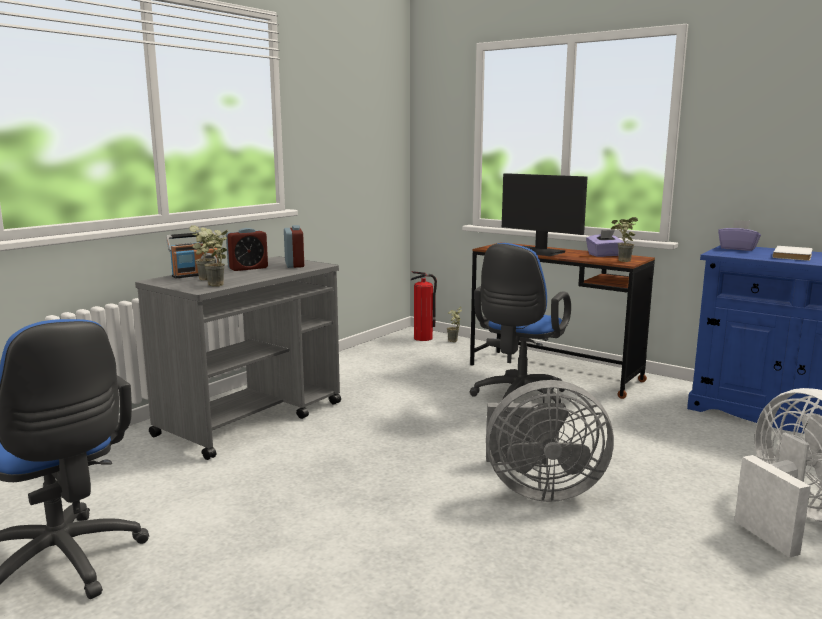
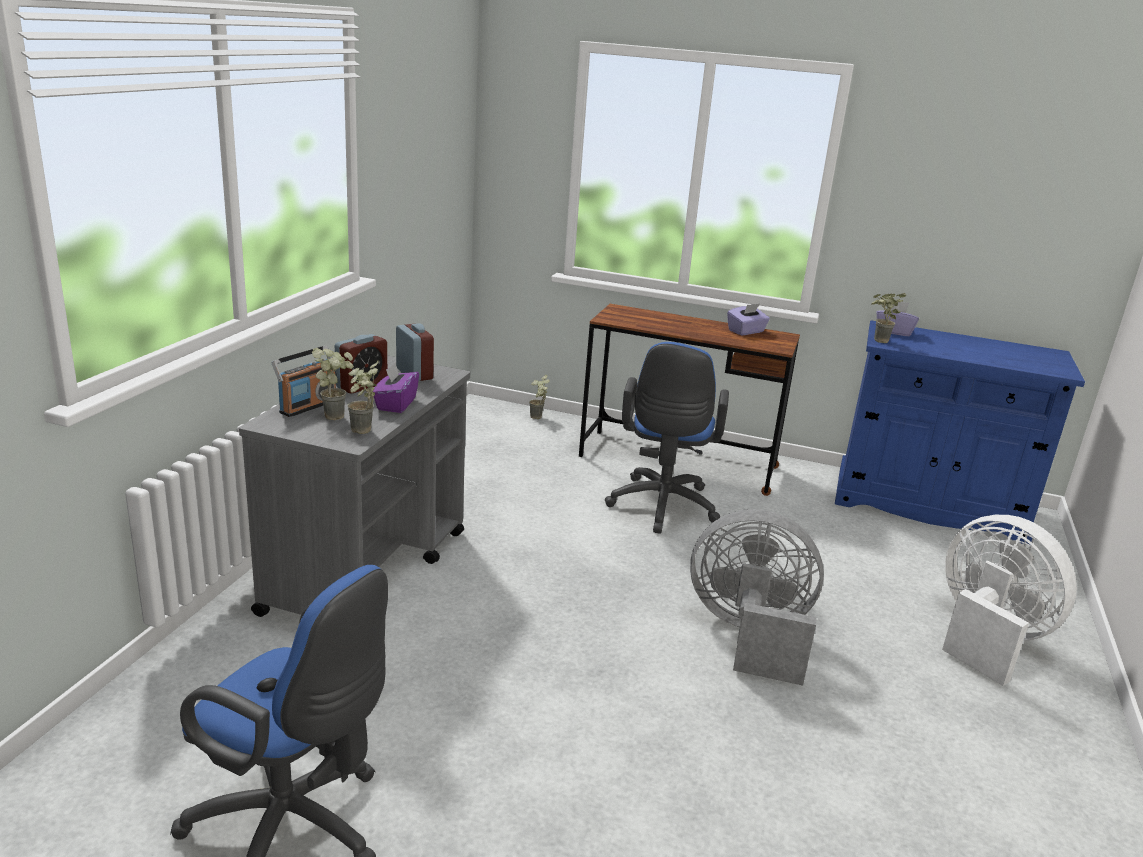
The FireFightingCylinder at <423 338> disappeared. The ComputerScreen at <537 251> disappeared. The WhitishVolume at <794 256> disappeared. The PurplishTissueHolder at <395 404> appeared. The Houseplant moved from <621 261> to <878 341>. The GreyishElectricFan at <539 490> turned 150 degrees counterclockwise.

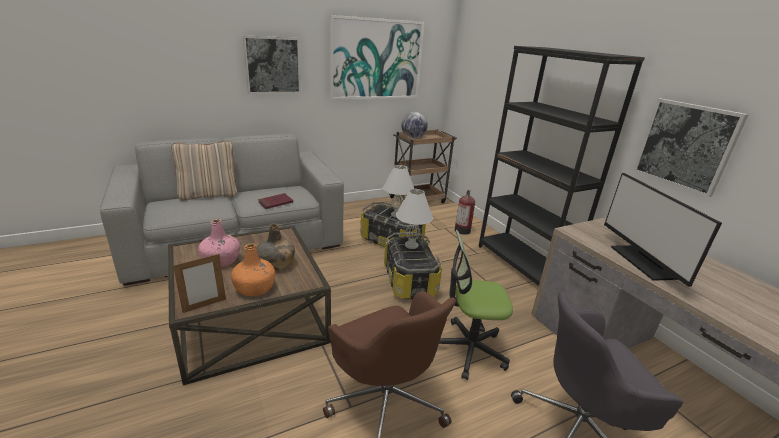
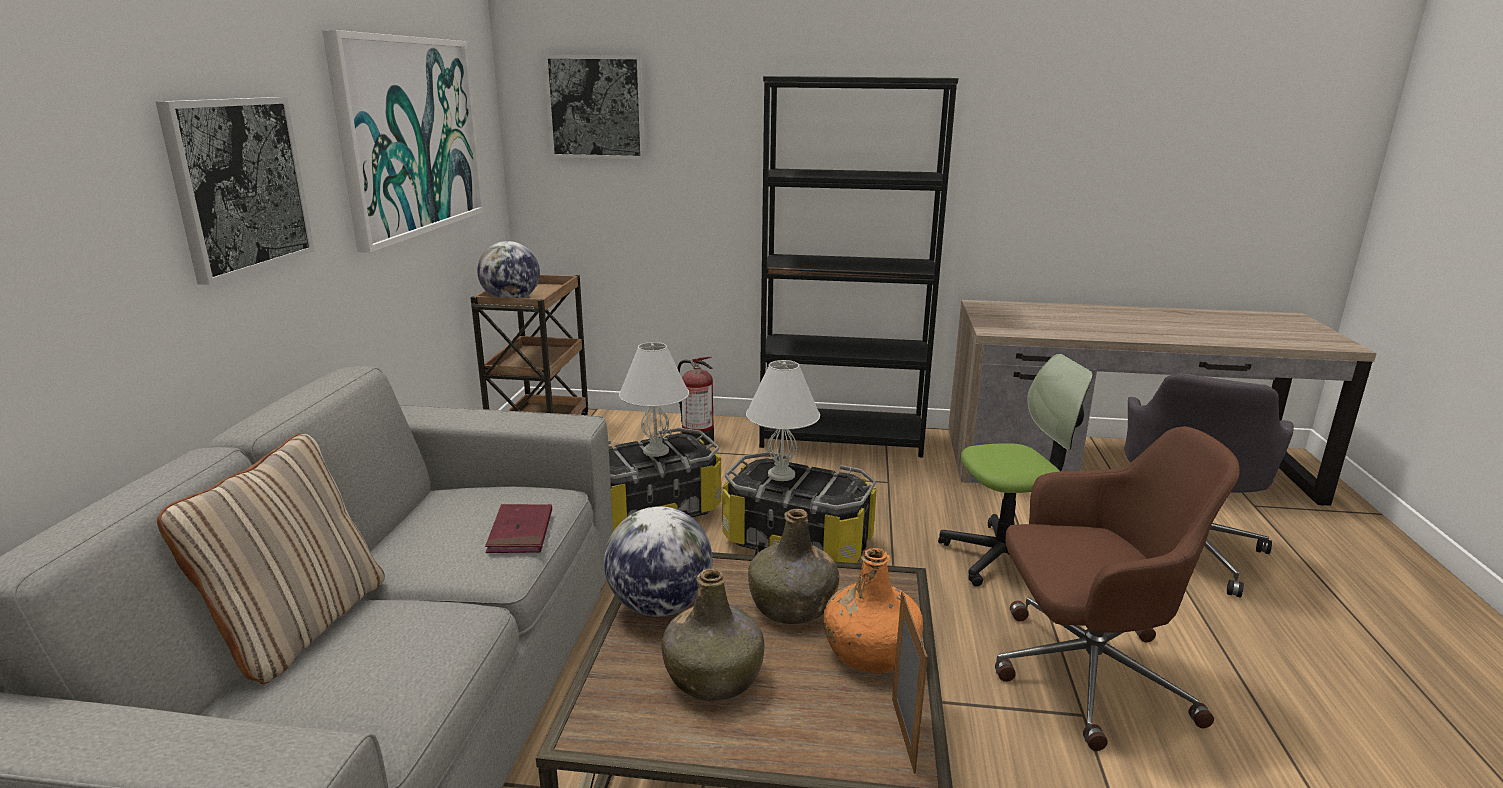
The ComputerScreen at <645 262> disappeared. The DeskGlobe at <659 606> appeared. The WallPicture moved from <685 145> to <596 107>. The PinkColouredBeverageBottle at <221 260> became the GreenColouredBeverageBottle at <714 676>. The ComputerChair at <468 349> turned 135 degrees counterclockwise.

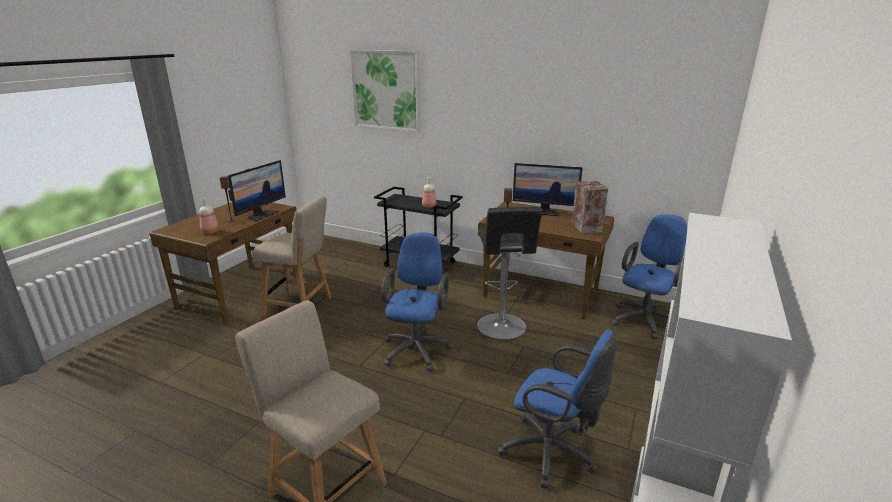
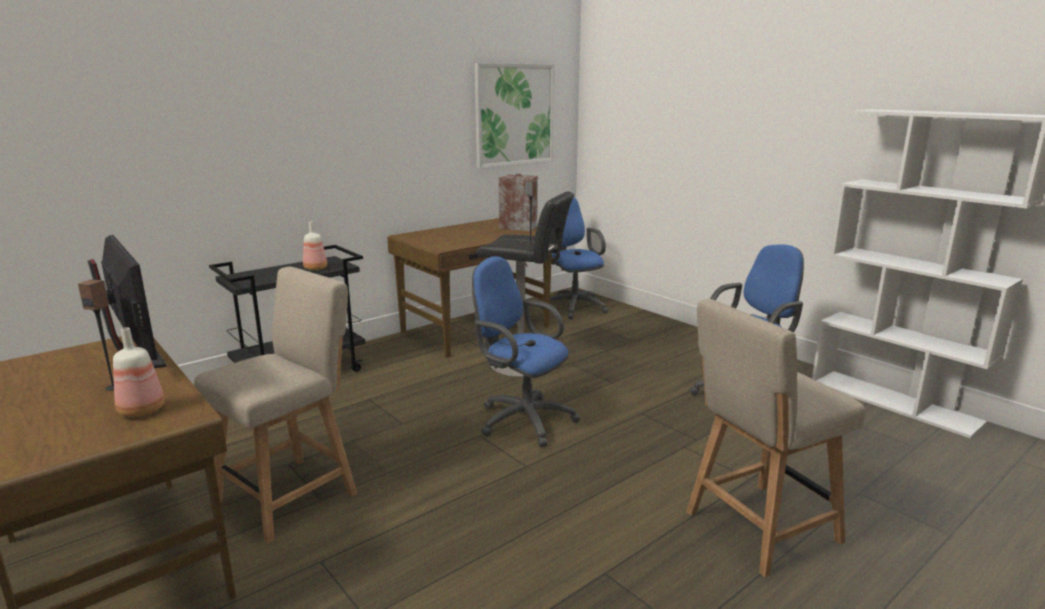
The ComputerScreen at <544 212> disappeared. The WallPicture moved from <386 90> to <514 115>.

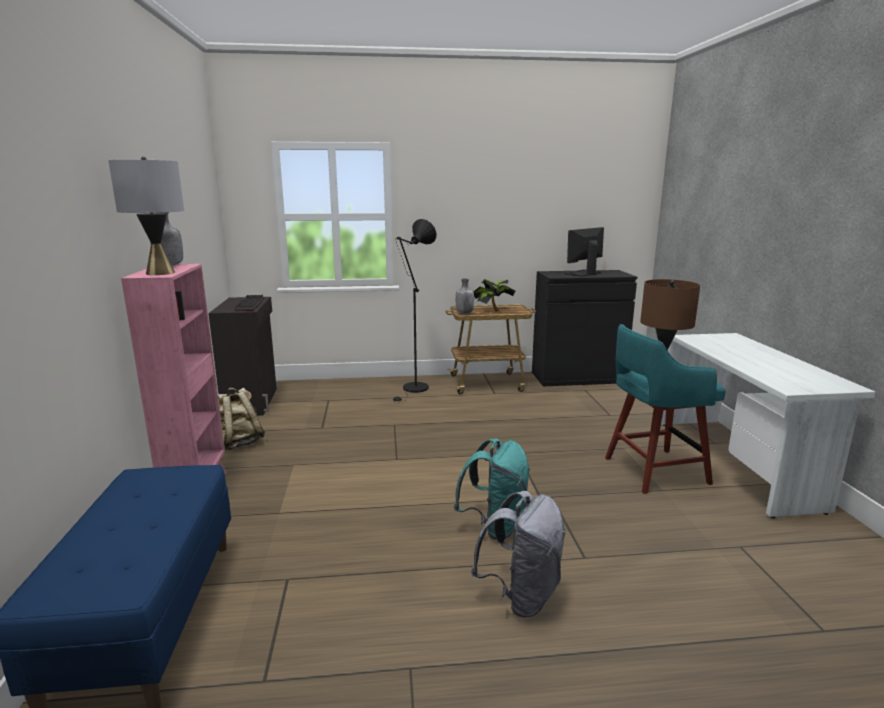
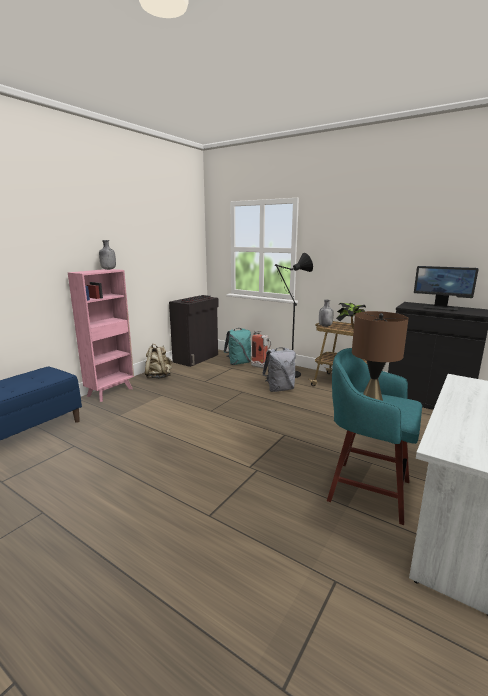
The GreyishLampForATable at <160 273> disappeared. The FireFightingCylinder at <262 367> appeared. The TurquoiseColouredRucksack moved from <495 526> to <238 363>. The GreyishRucksack moved from <521 596> to <279 389>. The ComputerScreen at <583 273> turned 150 degrees counterclockwise.

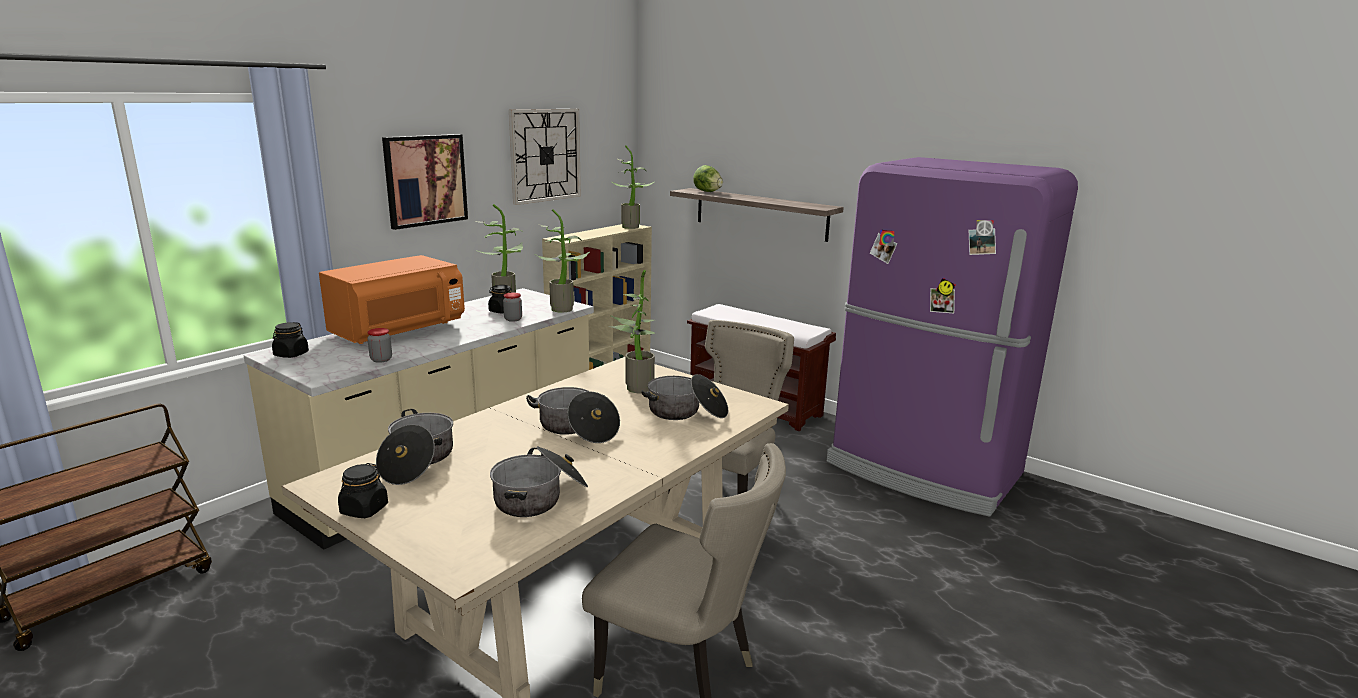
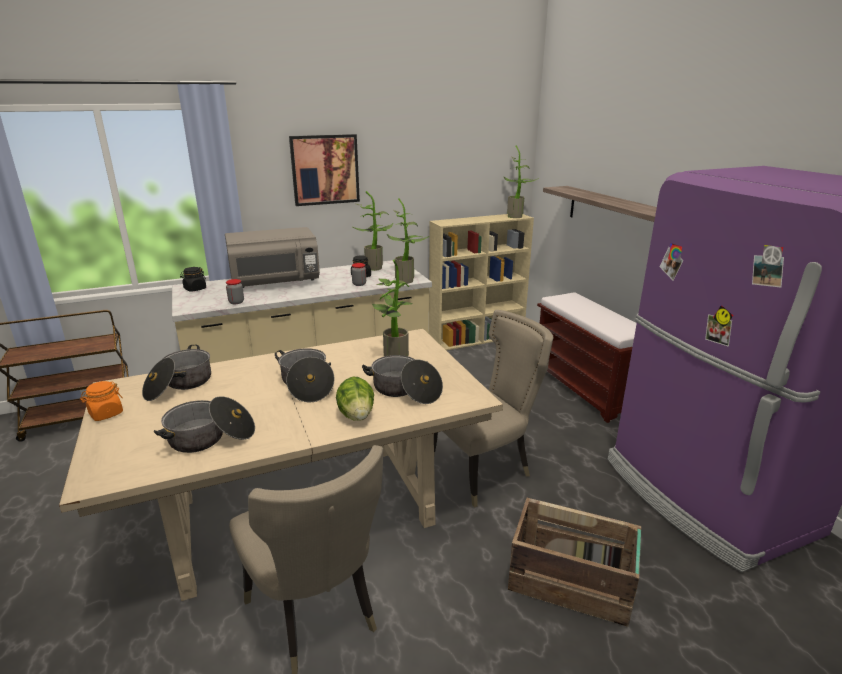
The WallClock at <545 155> disappeared. The PackingCrate at <572 582> appeared. The HeadOfLettuce moved from <707 191> to <356 415>. The OrangeyKitchenMicrowave at <398 331> became the GreyishKitchenMicrowave at <275 282>. The BlackishJar at <364 510> became the OrangeyJar at <106 414>.

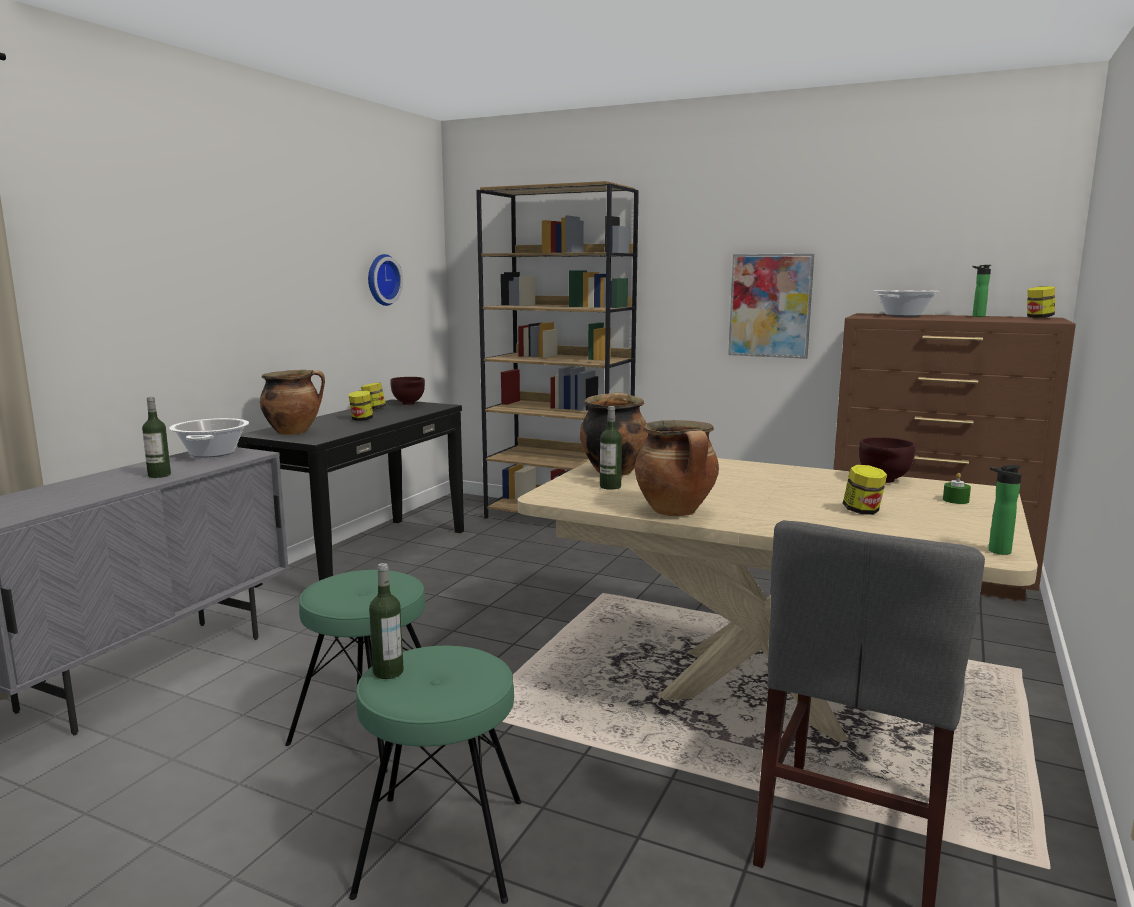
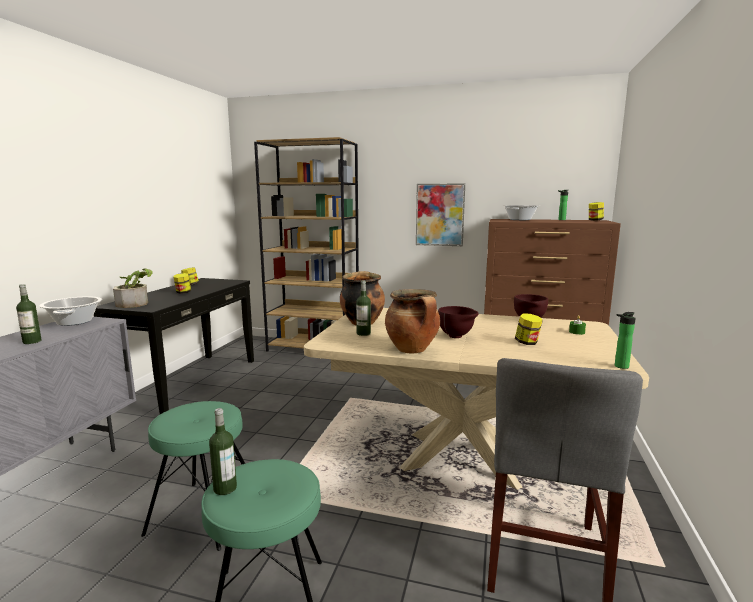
The WallClock at <381 280> disappeared. The BrownServingBowl moved from <409 404> to <457 337>. The CookingPot at <294 432> was replaced by the Houseplant at <135 303>.

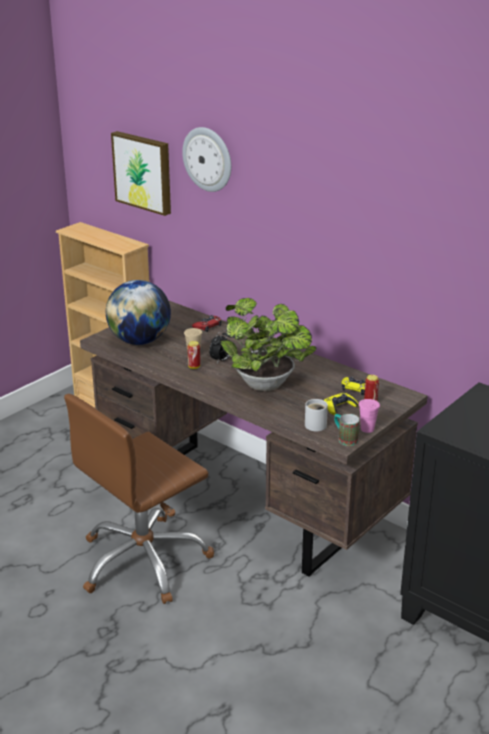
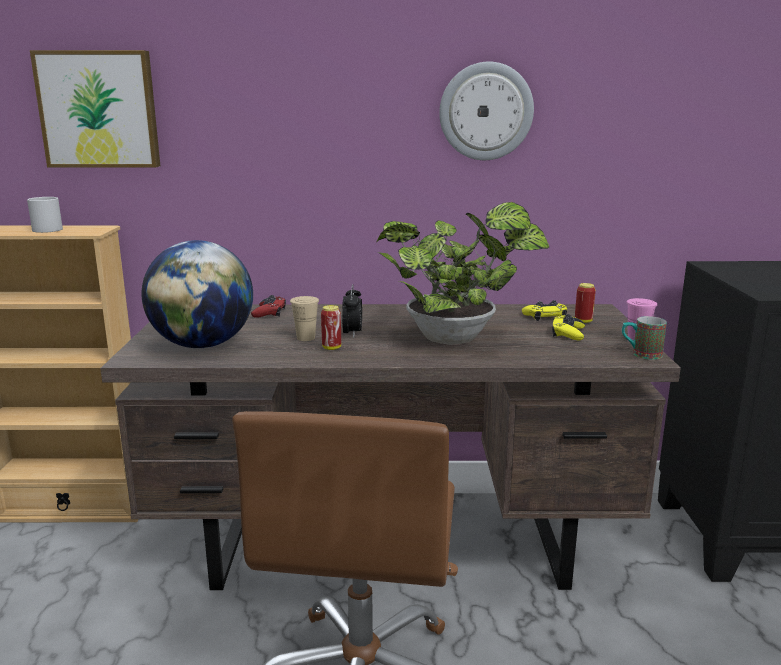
The WallClock moved from <208 159> to <486 112>. The WhitishCoffeeMug moved from <316 424> to <48 229>.

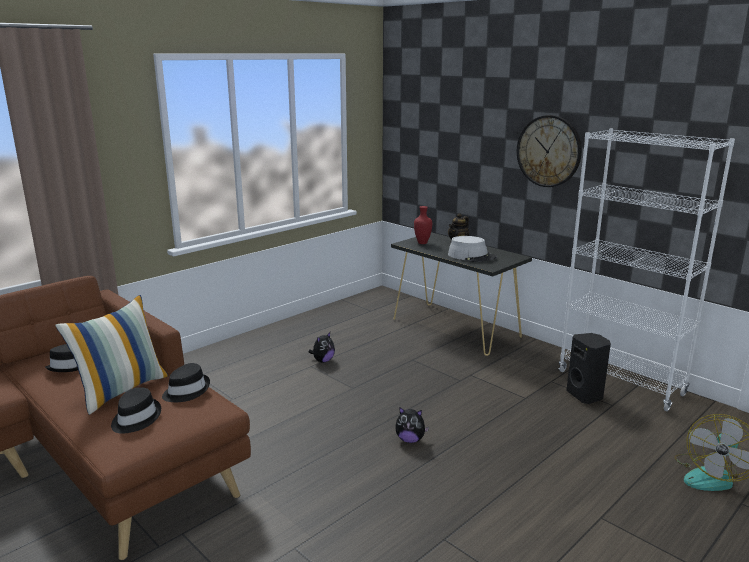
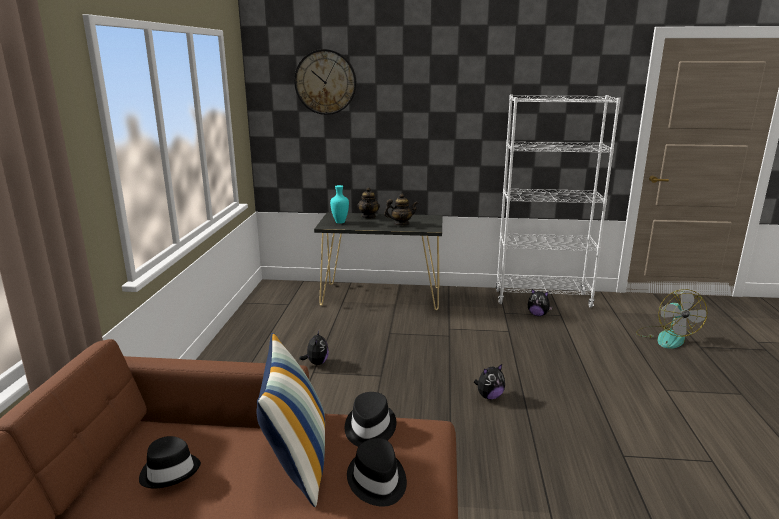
The WallClock moved from <548 151> to <325 82>. The GreyishClothingHat at <472 256> was replaced by the PotForTea at <401 224>. The BlackishAudioSpeaker at <585 395> was replaced by the SoftToy at <538 314>. The RedVase at <422 243> became the TurquoiseColouredVase at <340 222>.

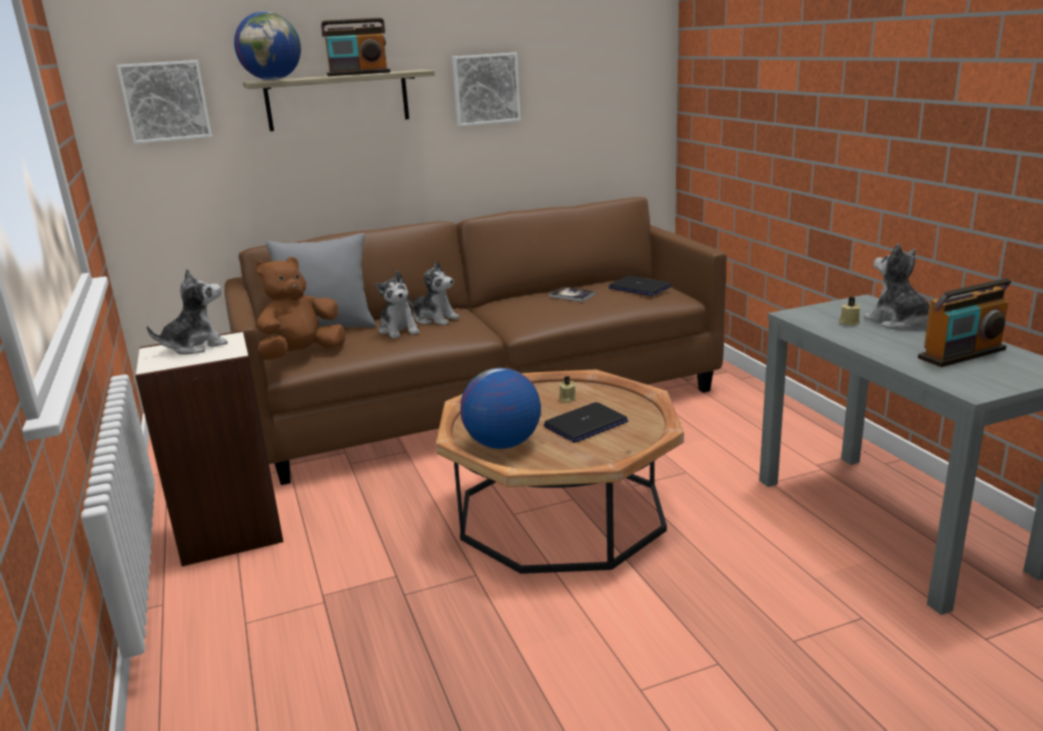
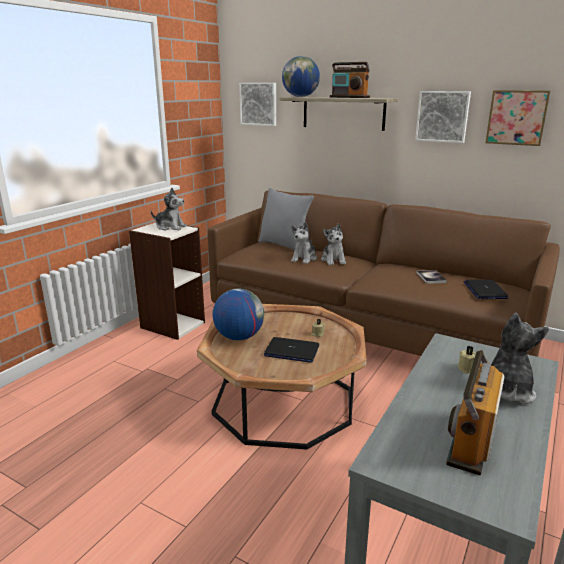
The BrownSoftToy at <301 355> disappeared. The WallPicture at <517 117> appeared. The RadioReceiver at <962 354> turned 90 degrees clockwise.

